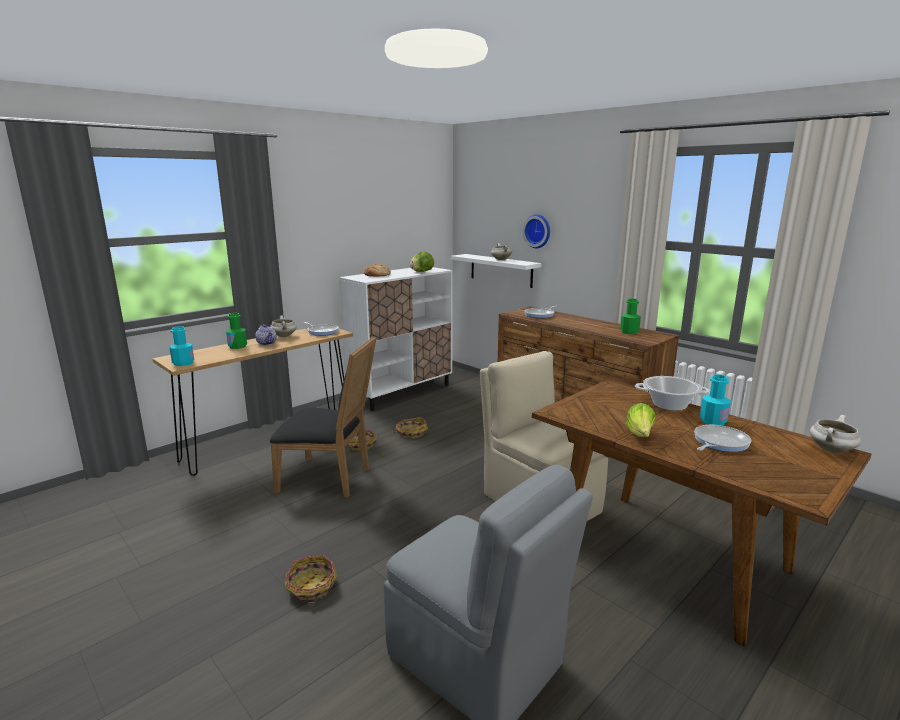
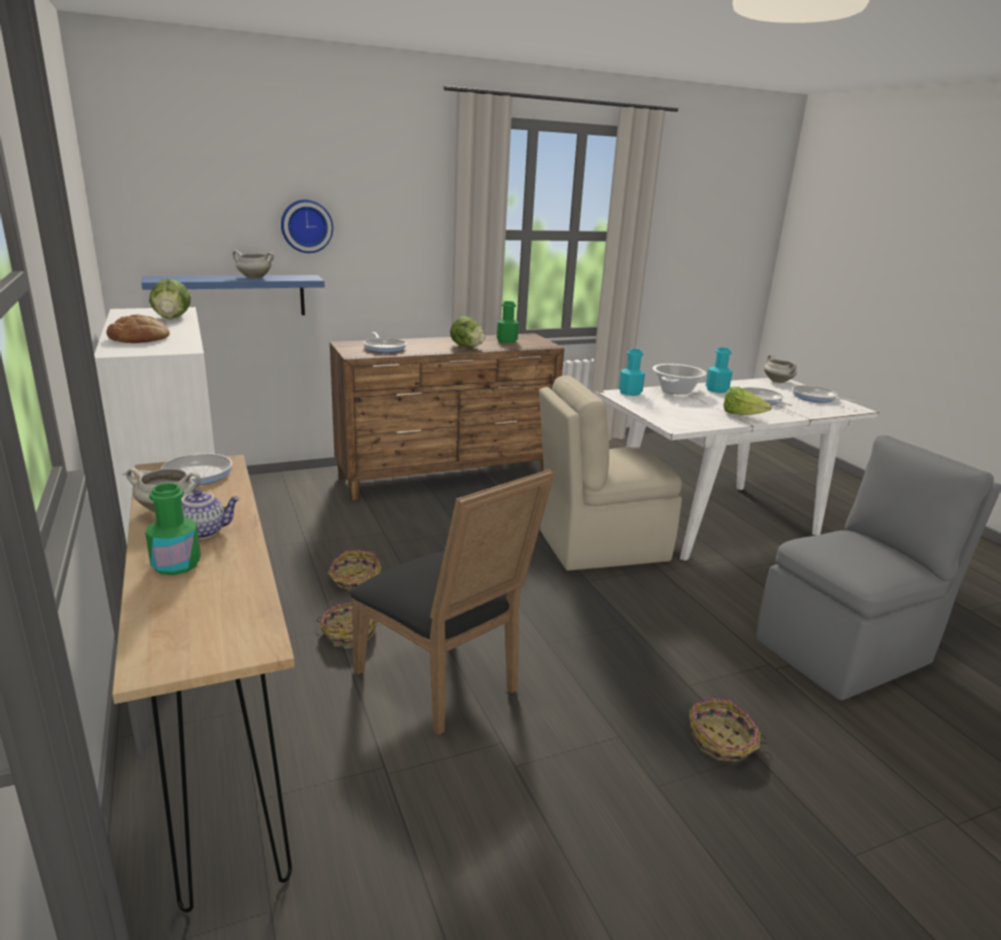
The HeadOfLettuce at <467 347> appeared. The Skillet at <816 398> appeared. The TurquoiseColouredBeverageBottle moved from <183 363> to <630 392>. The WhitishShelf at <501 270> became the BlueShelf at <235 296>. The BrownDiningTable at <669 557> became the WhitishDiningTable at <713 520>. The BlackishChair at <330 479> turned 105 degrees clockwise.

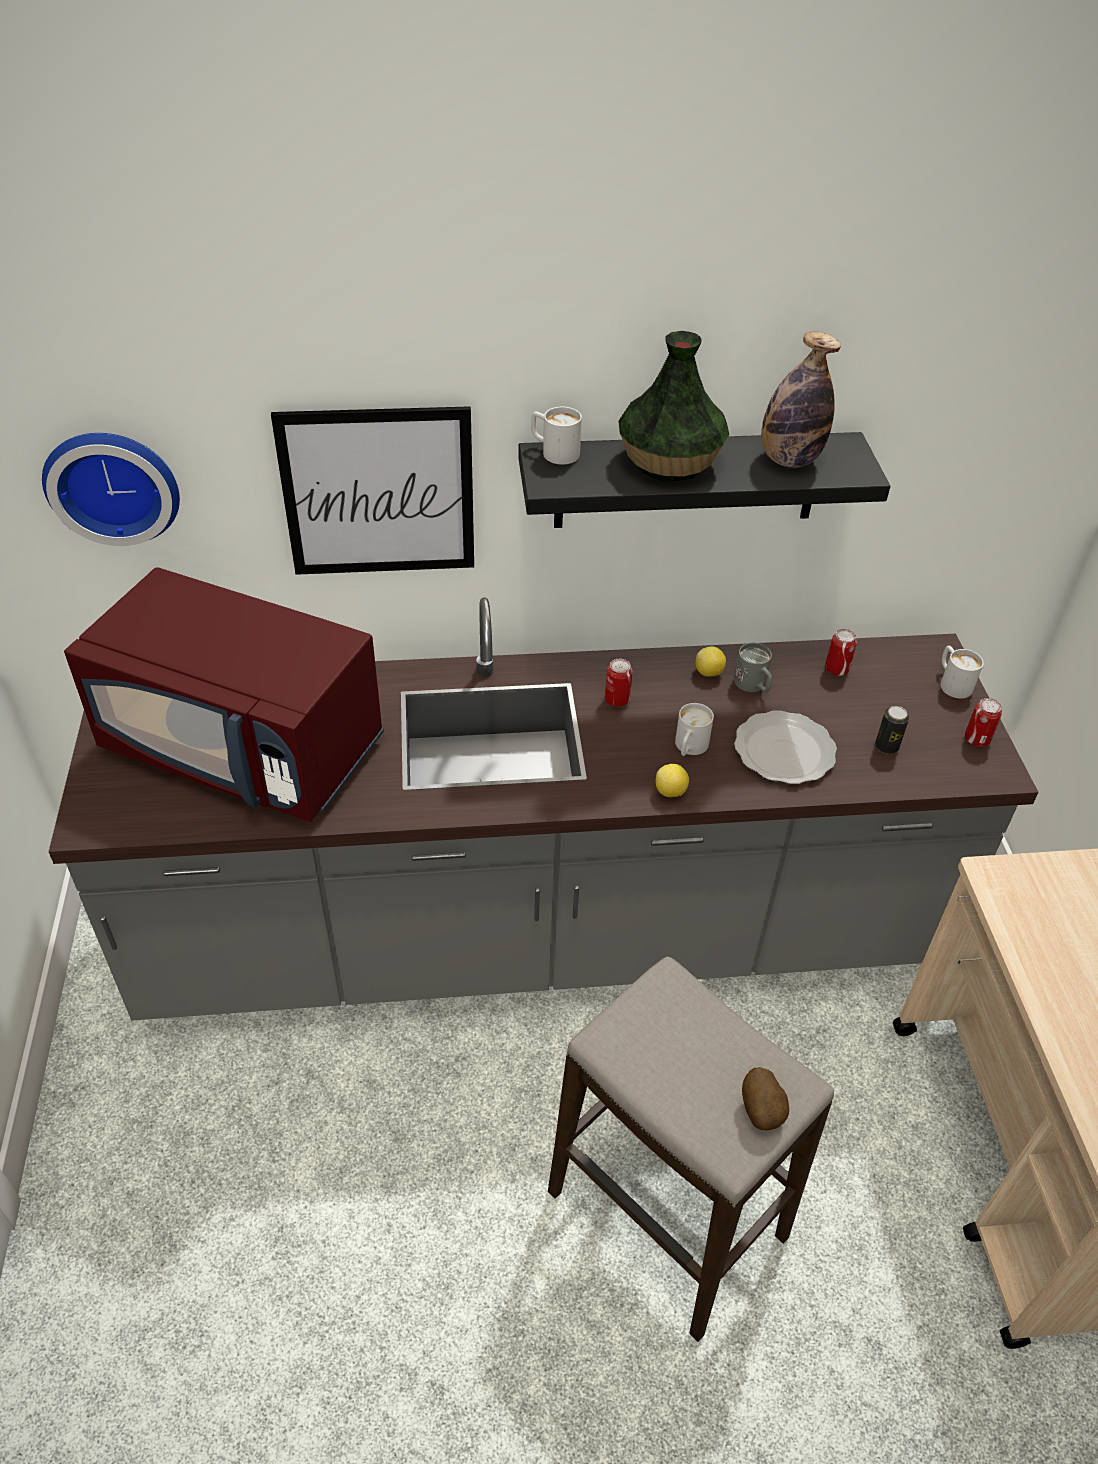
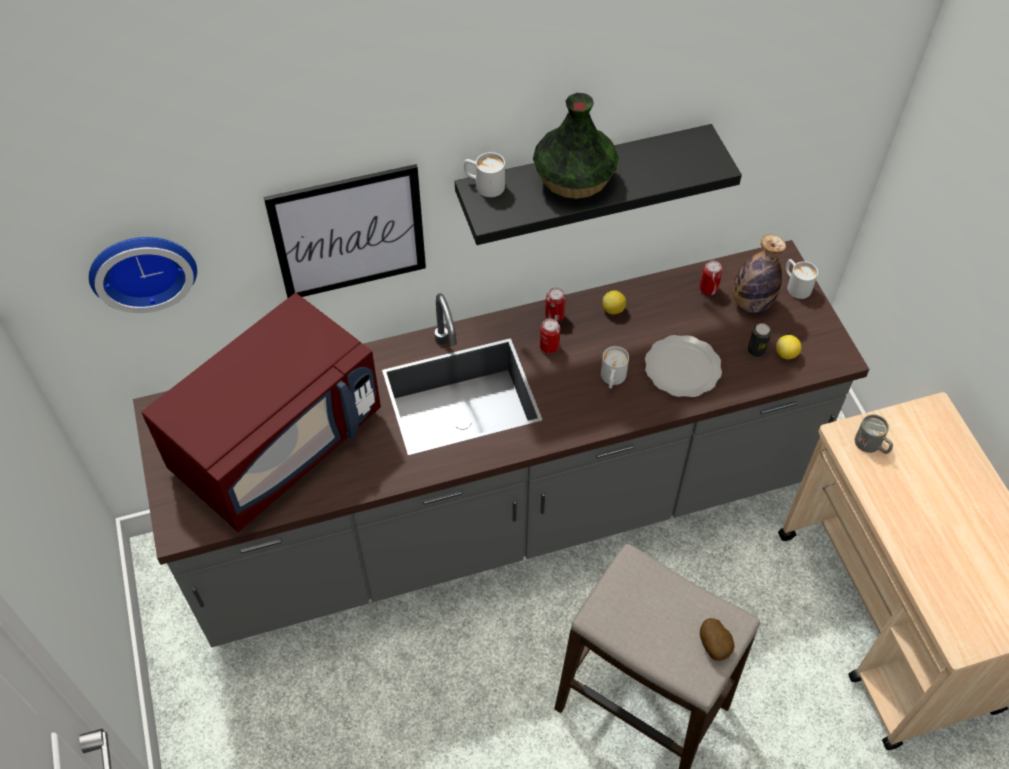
The Lemon moved from <670 792> to <786 354>. The GreyishCoffeeMug moved from <754 686> to <872 446>. The BeverageBottle moved from <789 460> to <751 303>. The Can moved from <977 739> to <554 316>. The RedKitchenMicrowave at <246 747> turned 60 degrees counterclockwise.

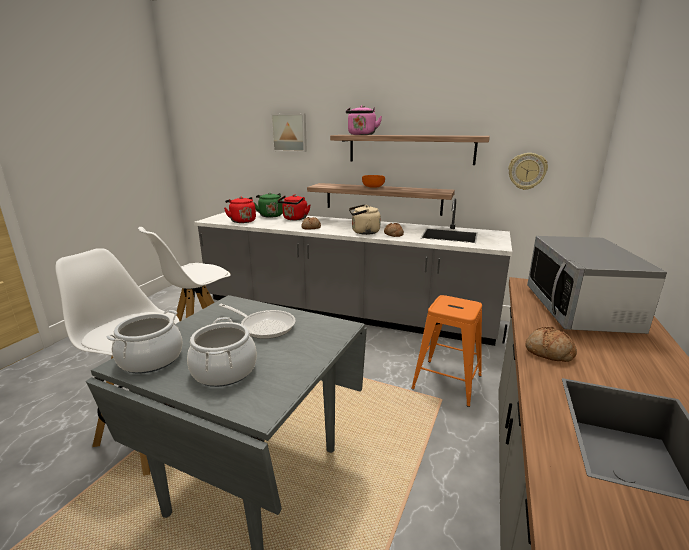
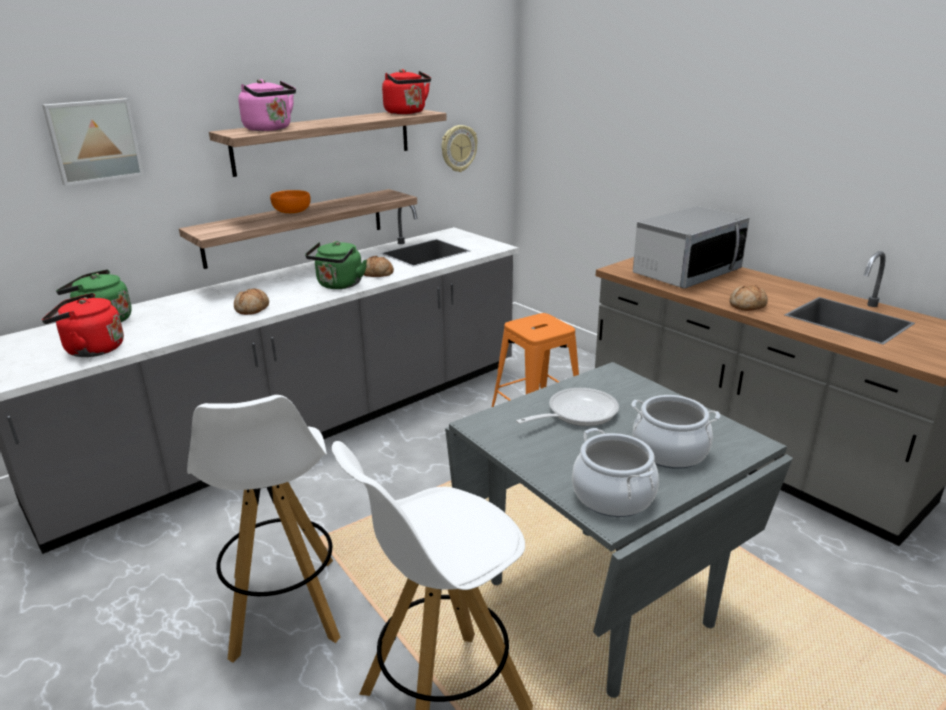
The RedTeaKettle moved from <294 219> to <407 113>. The SandColouredTeaKettle at <363 232> became the GreenColouredTeaKettle at <339 285>. The KitchenMicrowave at <579 310> turned 75 degrees counterclockwise.

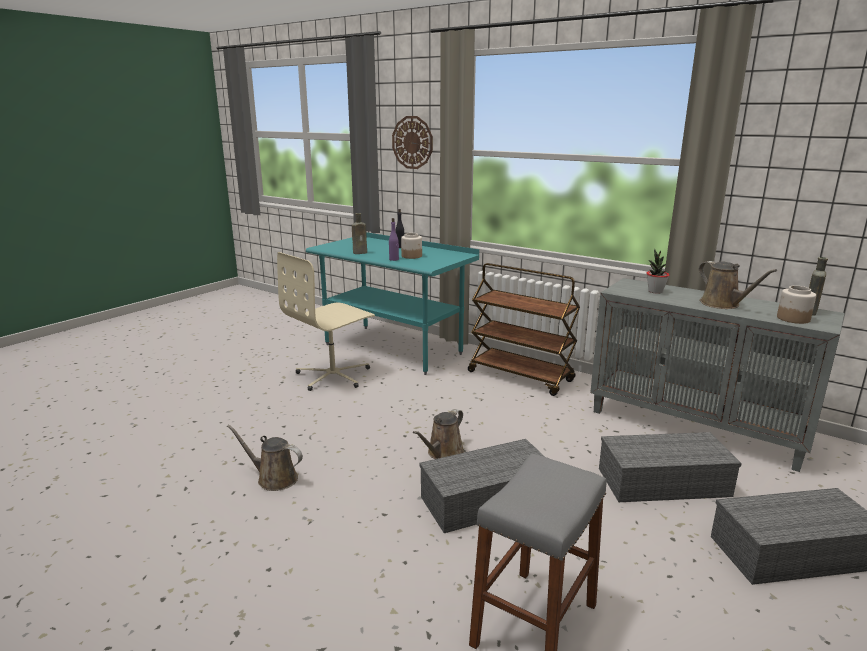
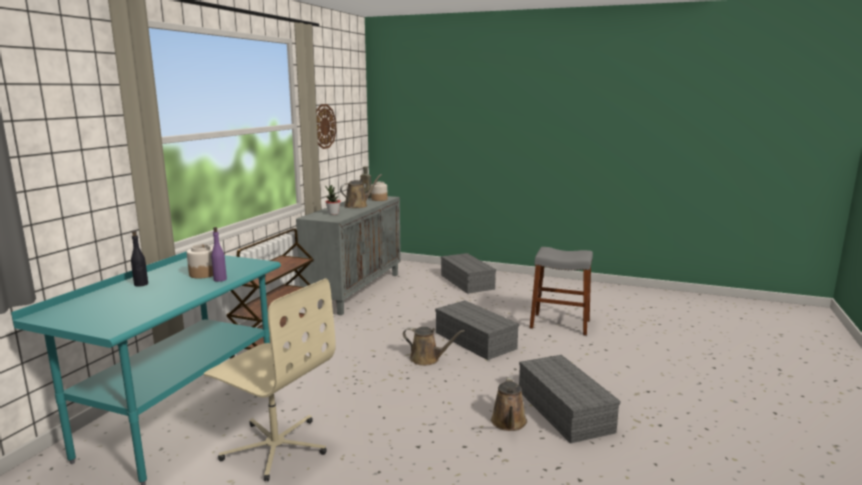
The BrownBeverageBottle at <361 252> disappeared. The WallClock moved from <412 142> to <324 126>. The GreyishStorageBin moved from <664 481> to <562 410>.

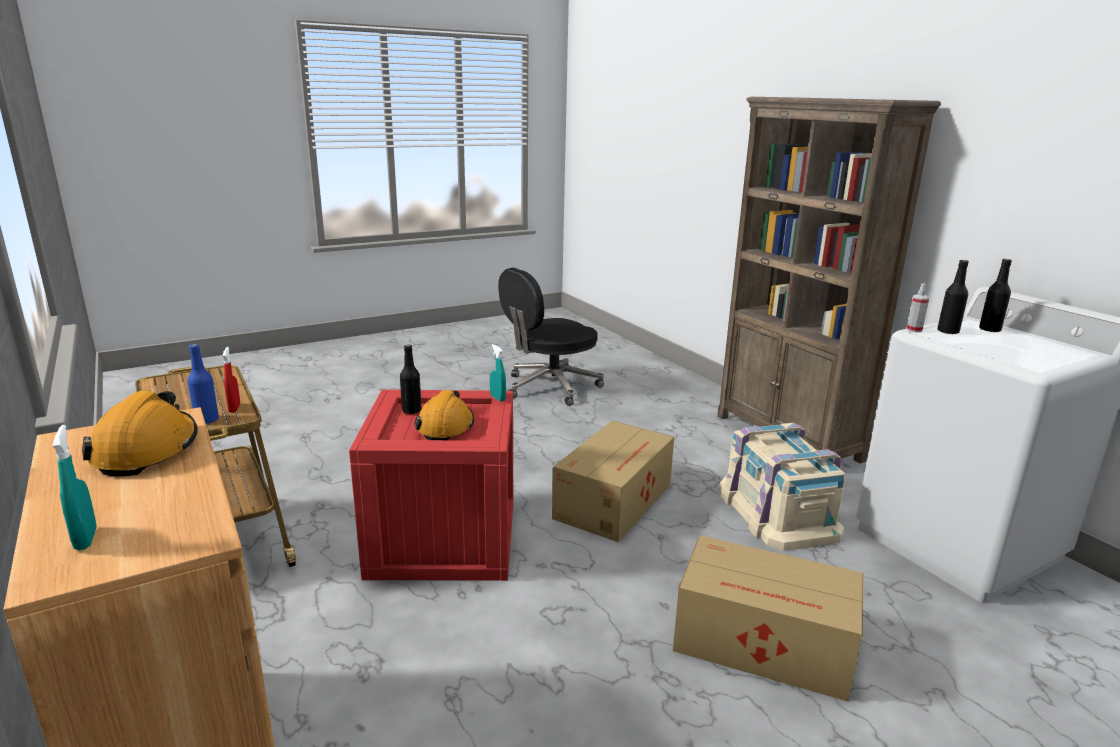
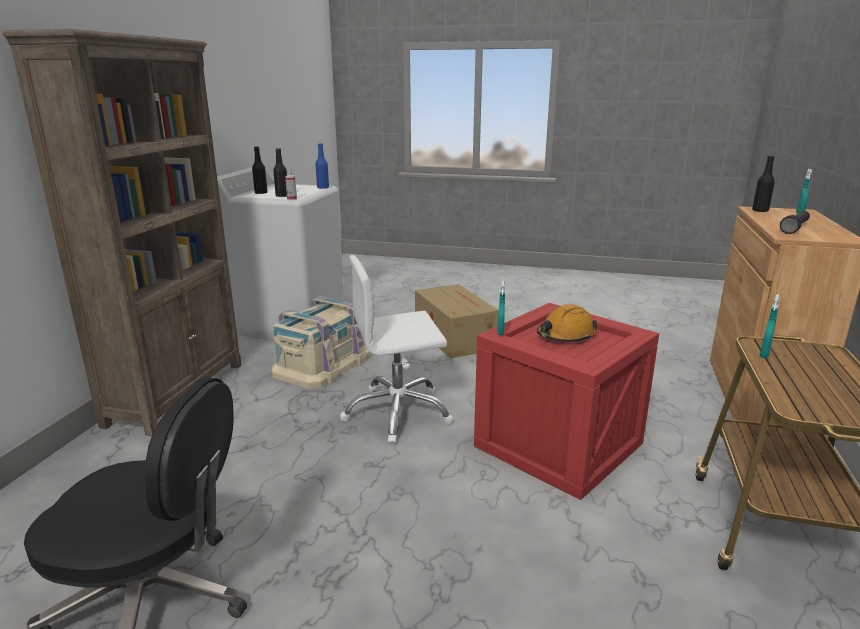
The BlueBeverageBottle moved from <207 420> to <323 188>. The BlackishBeverageBottle moved from <411 411> to <760 211>. The OrangeyWorkHelmet at <146 450> was replaced by the BlackishHandTorch at <795 228>. The CardboardBox at <615 500> was replaced by the WhitishComputerChair at <397 413>. The RedHandSprayer at <234 408> became the TurquoiseColouredHandSprayer at <764 354>.

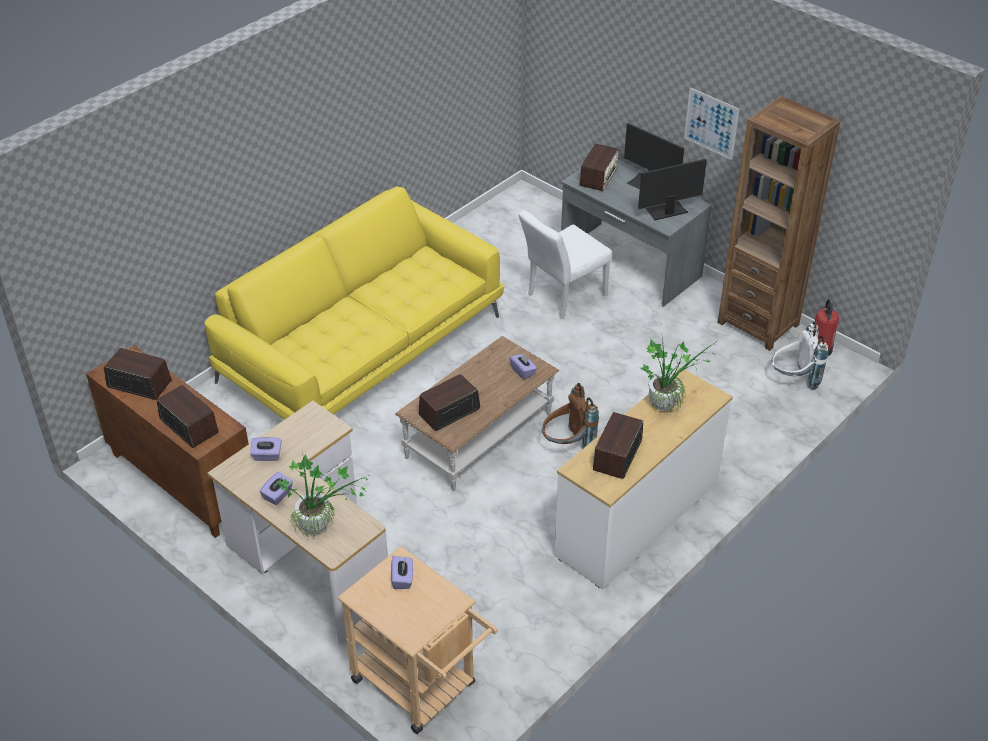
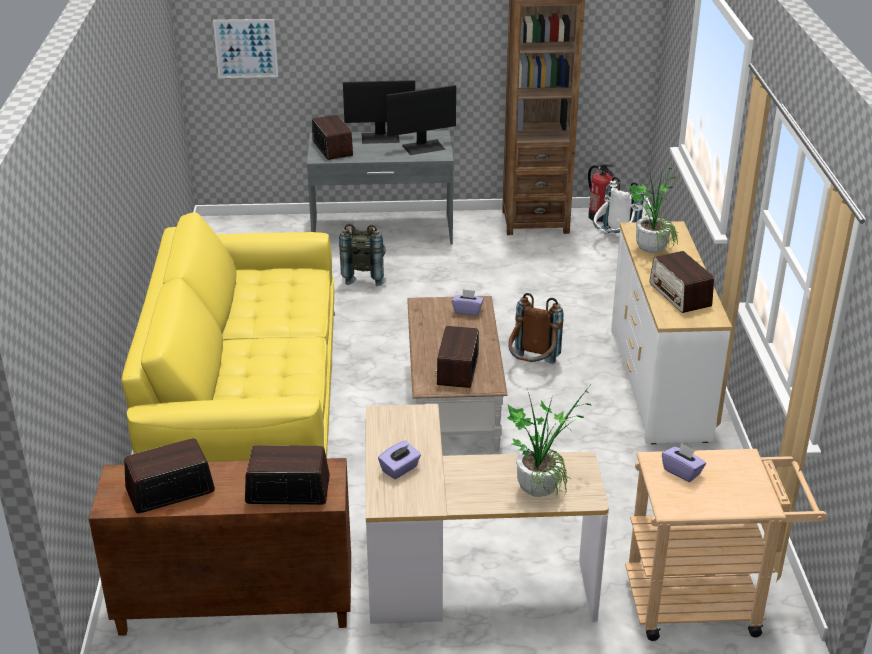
The PurplishTissueHolder at <278 495> disappeared. The WallPicture moved from <711 123> to <246 48>. The WhitishChair at <562 297> was replaced by the GreyishRucksack at <364 276>. The ComputerScreen at <666 211> turned 135 degrees counterclockwise.

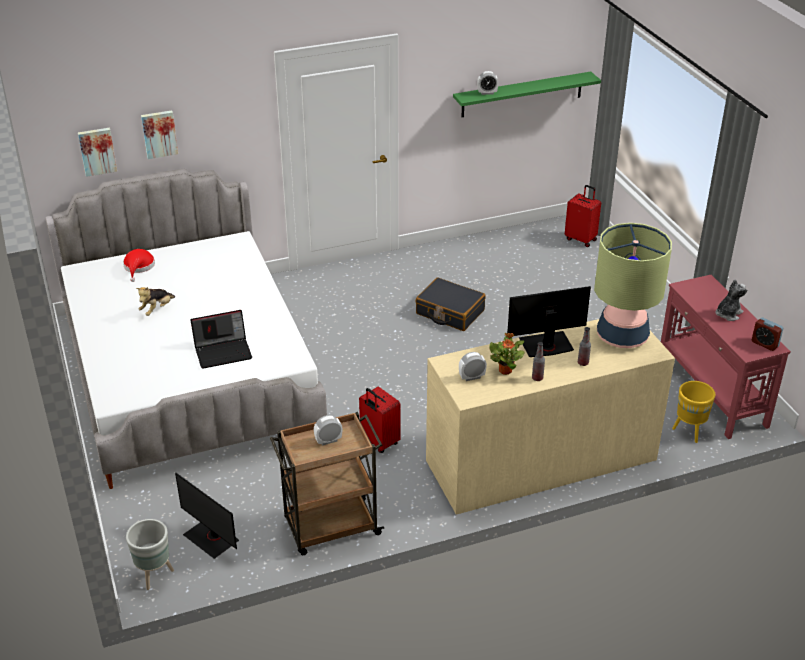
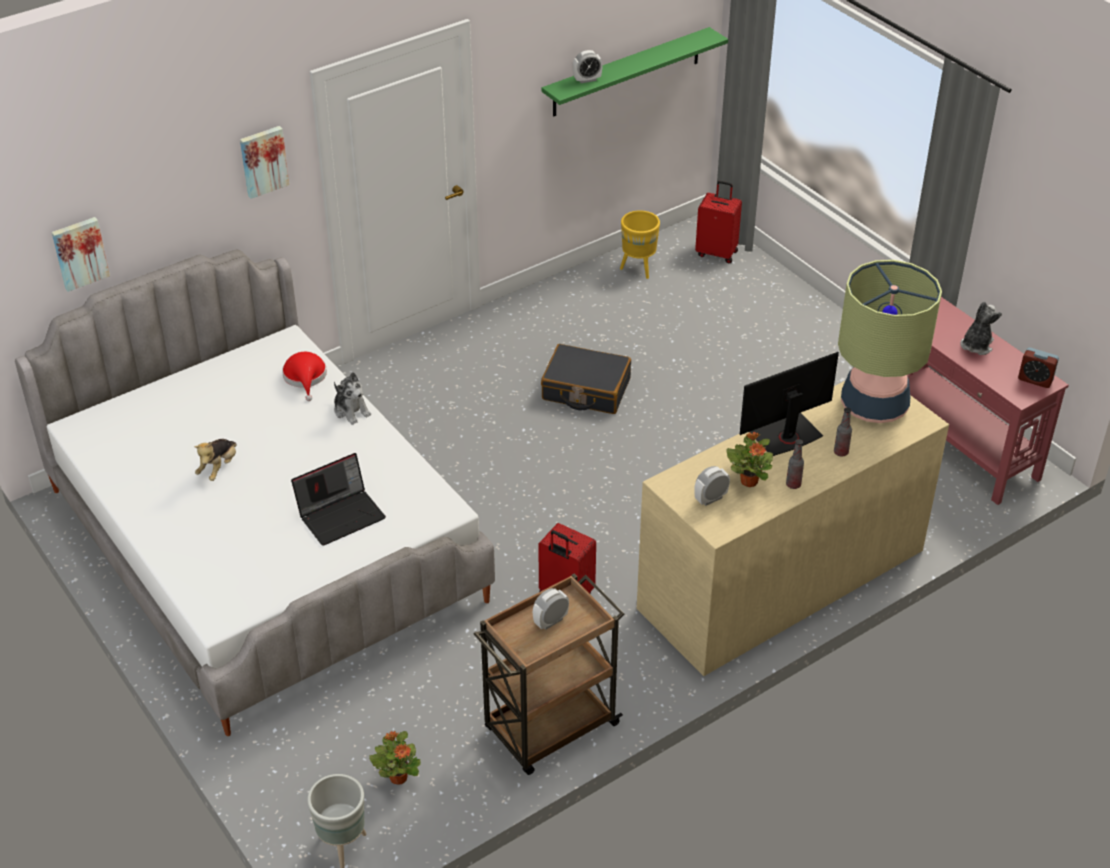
The SoftToy at <351 411> appeared. The RedClothingHat moved from <139 267> to <305 377>. The WallPicture moved from <159 133> to <263 161>. The YellowPlantPot moved from <689 432> to <639 269>. The ComputerScreen at <211 538> was replaced by the Houseplant at <398 777>.

